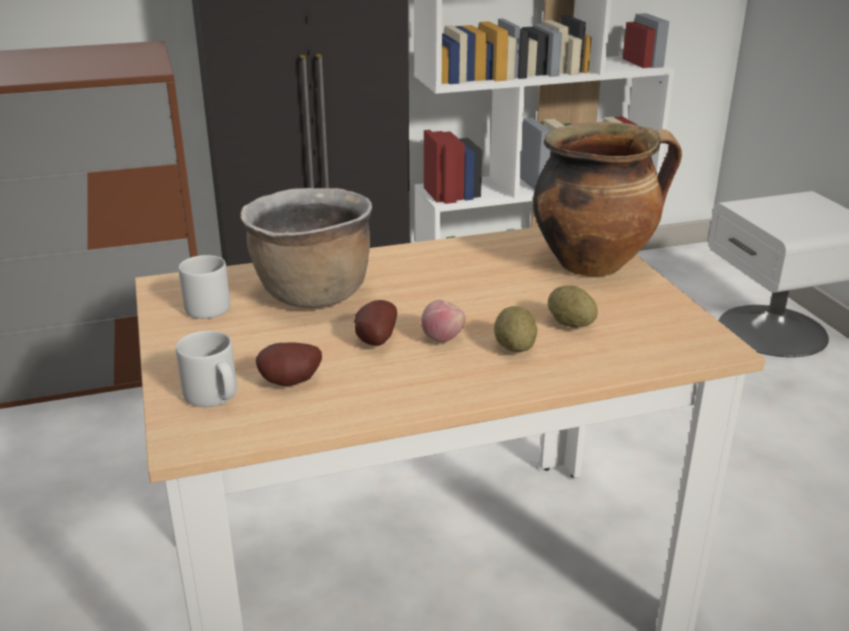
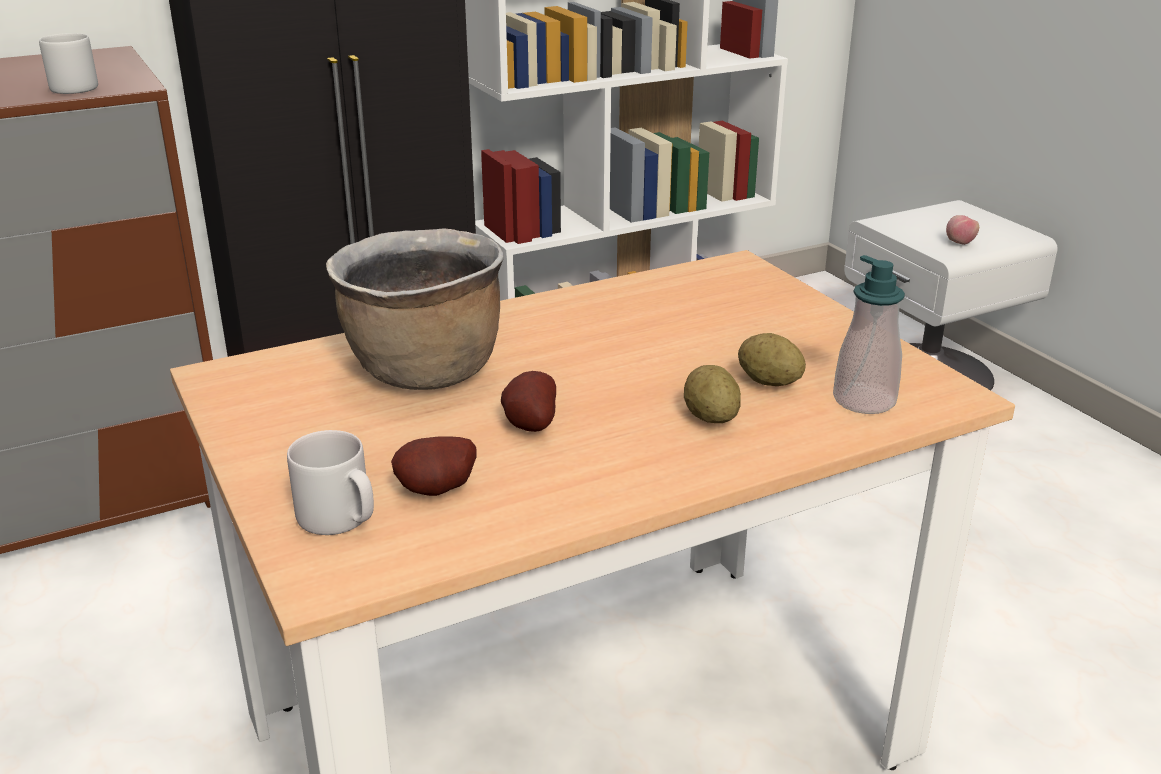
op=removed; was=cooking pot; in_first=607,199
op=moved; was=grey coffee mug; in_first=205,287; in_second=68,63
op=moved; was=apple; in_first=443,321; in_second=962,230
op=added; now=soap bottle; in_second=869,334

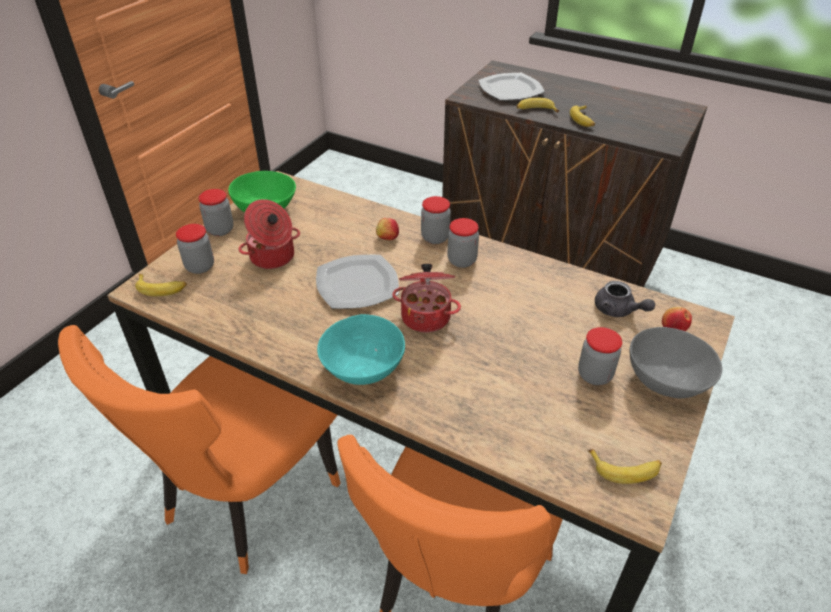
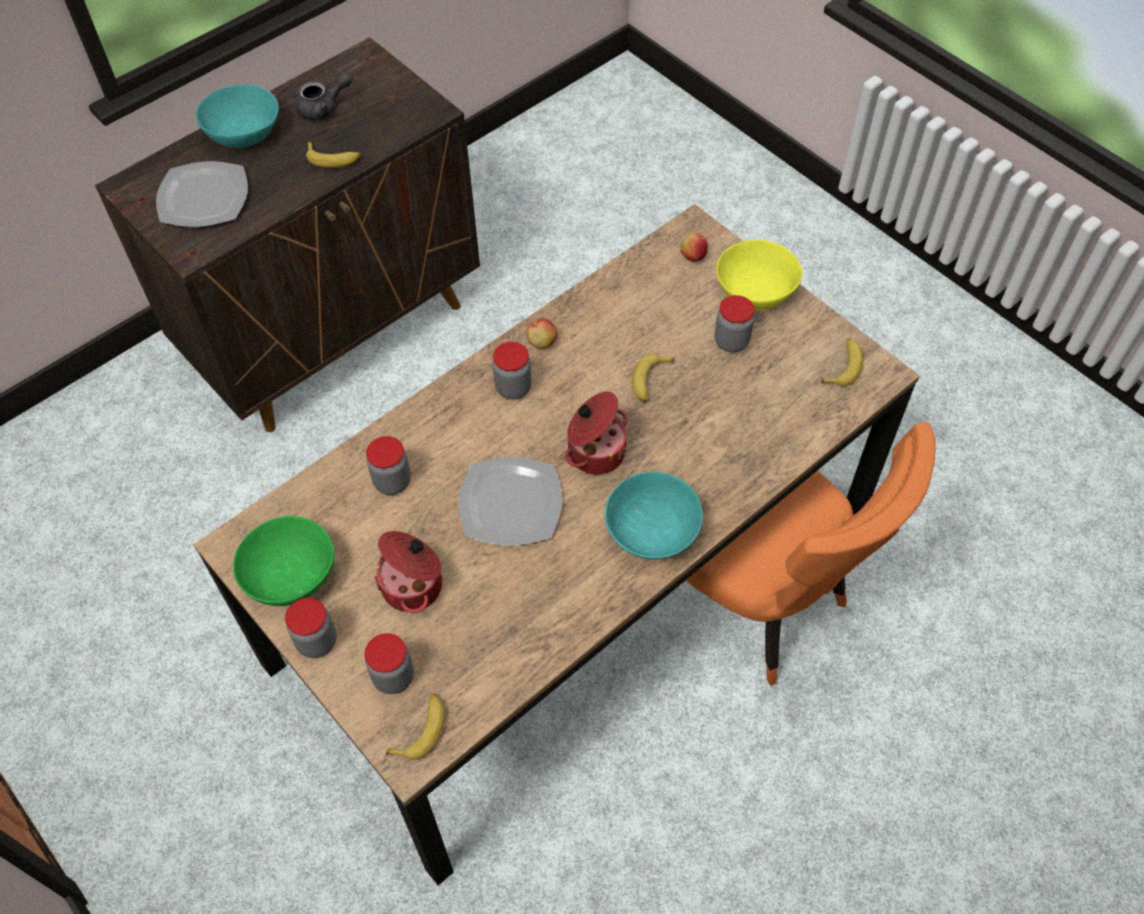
op=moved; was=banana; in_first=537,105; in_second=653,378
op=moved; was=jar; in_first=436,220; in_second=388,465
op=moved; was=apple; in_first=387,229; in_second=542,334
op=moved; was=grey teapot; in_first=625,299; in_second=323,96
op=removed; was=orange-coloured upright chair; in_first=199,449
op=recoloured; was=grey serving bowl; now=yellow-coloured serving bowl; in_first=676,363; in_second=759,275
op=added; now=turquoise-coloured serving bowl; in_second=237,116

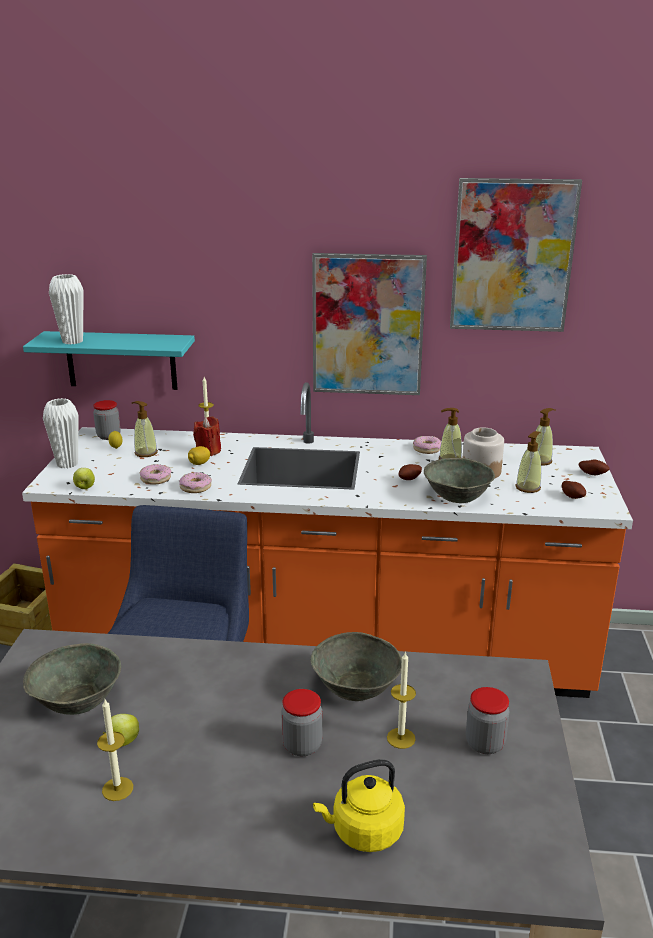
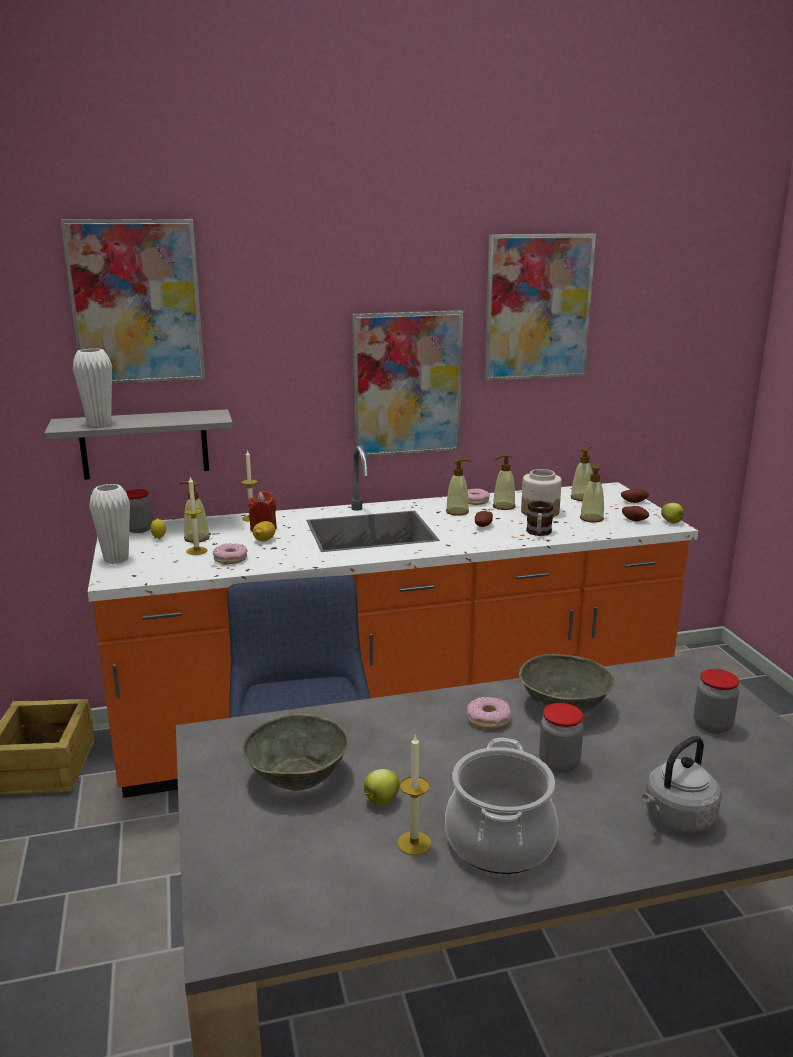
op=recoloured; was=turquoise-coloured bracket shelf; now=grey bracket shelf; in_first=109,360; in_second=138,444
op=replaced; was=grey serving bowl; now=coffee mug; in_first=459,480; in_second=539,518
op=moved; was=apple; in_first=84,478; in_second=672,513
op=moved; was=ring doughnut; in_first=195,482; in_second=489,713
op=moved; was=wax candle; in_first=401,700; in_second=196,515
op=recoloured; was=yellow-coloured water kettle; now=grey water kettle; in_first=359,805; in_second=682,784
op=added; now=wall art; in_second=133,301
op=added; now=soap bottle; in_second=458,487
op=added; now=cooking pot; in_second=501,806

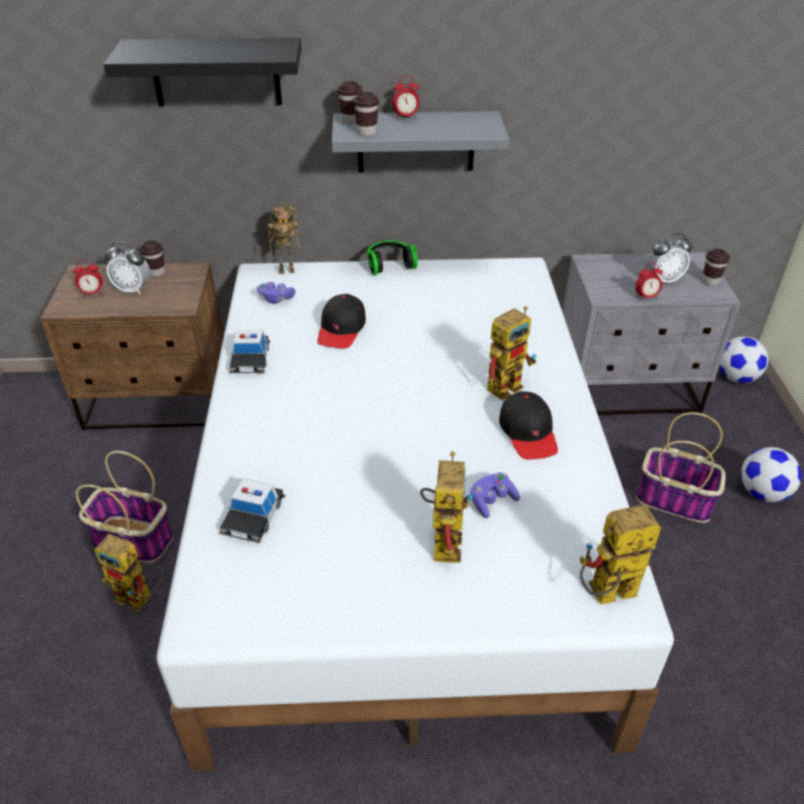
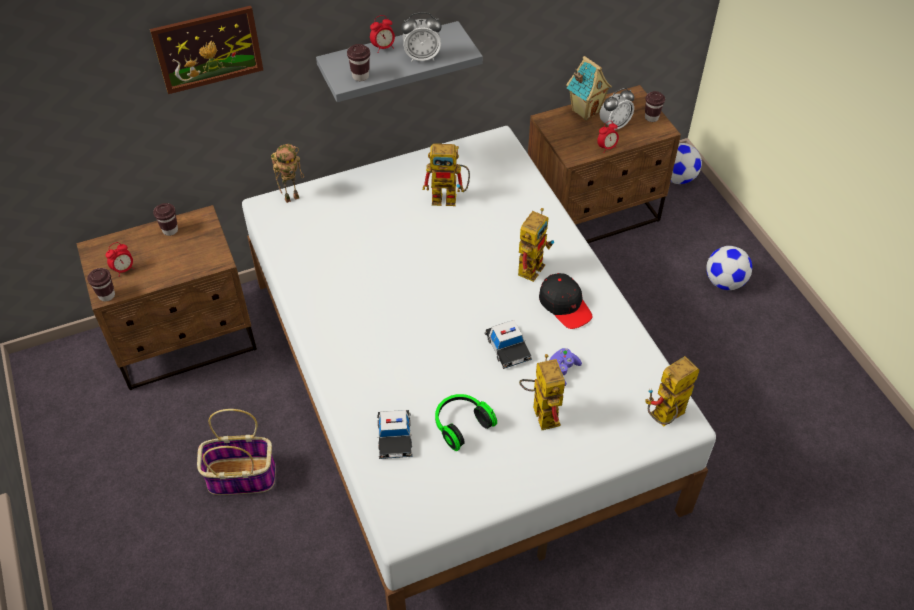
op=replaced; was=black-coloured bracket shelf; now=wall art; in_first=202,72; in_second=206,50
op=moved; was=brown-coloured cup; in_first=349,102; in_second=101,284
op=moved; was=pair of headphones; in_first=392,258; in_second=466,422
op=moved; was=alarm clock; in_first=127,268; in_second=421,37
op=recoloured; was=grey night table; now=brown-coloured night table; in_first=651,333; in_second=604,164
op=removed; was=purple joypad; in_first=276,293
op=removed; was=black-coloured baseball cap; in_first=341,321
op=moved; was=toy car; in_first=249,351; in_second=508,344
op=removed; was=household basket; in_first=681,467
op=moved; was=toy robot; in_first=129,573; in_second=446,175
op=added; now=miniature house; in_second=589,88

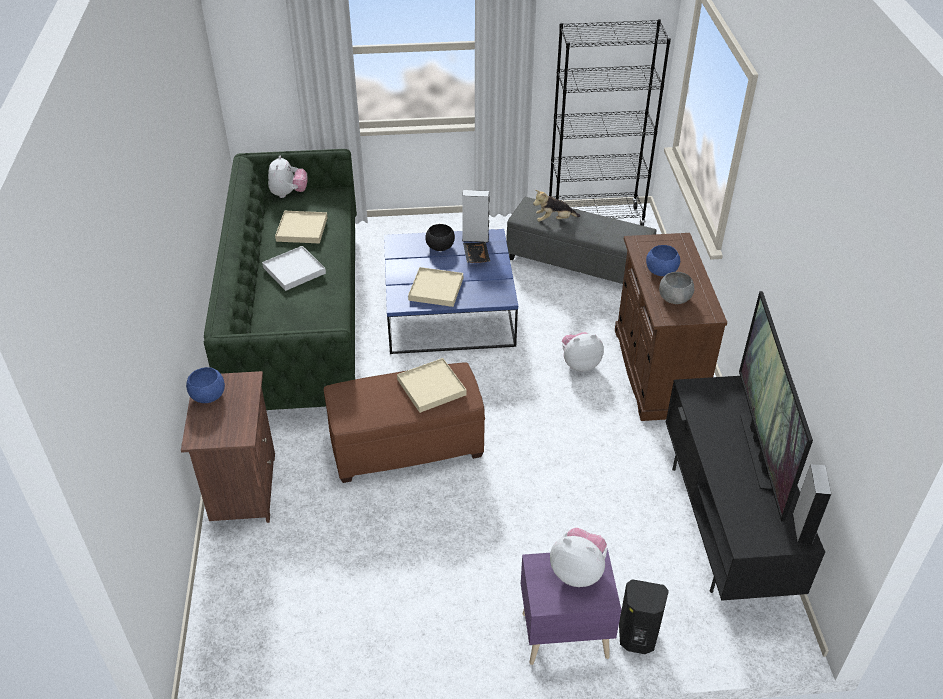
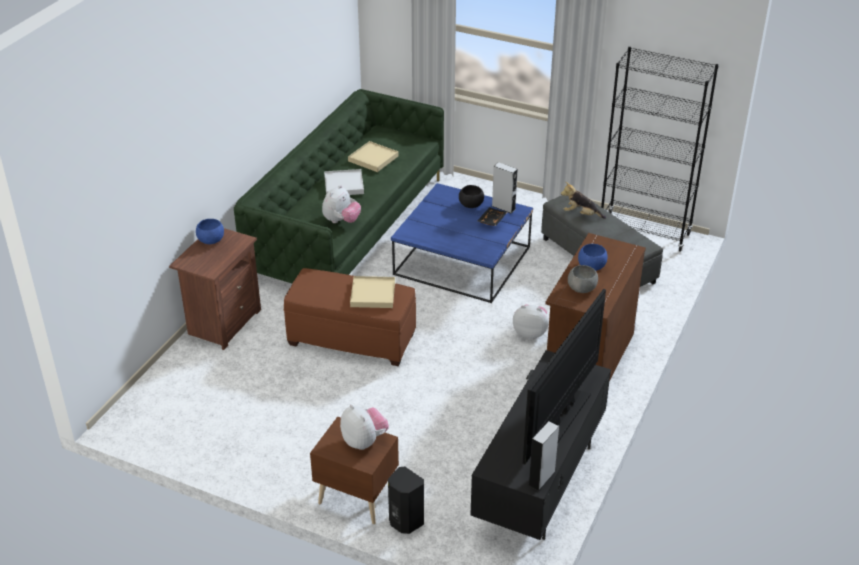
op=moved; was=cuddly toy; in_first=288,177; in_second=341,204
op=removed; was=beige-coloured tray; in_first=435,287
op=recoloured; was=purple night table; now=brown-coloured night table; in_first=571,606; in_second=354,470

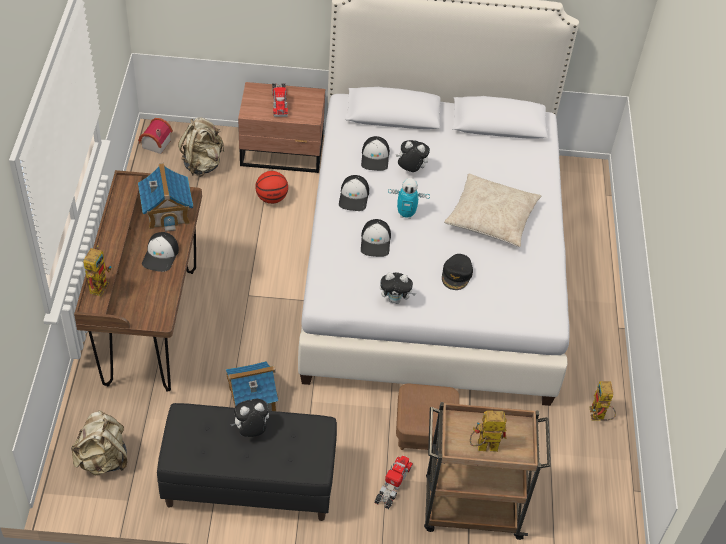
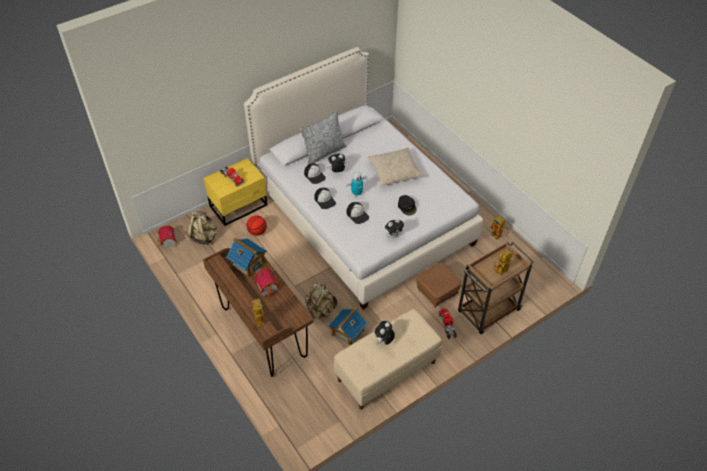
op=recoloured; was=brown-coloured night table; now=yellow-coloured night table; in_first=281,127; in_second=235,192
op=replaced; was=baseball cap; now=miniature house; in_first=160,252; in_second=267,282
op=recoloured; was=black-coloured bench; now=beige-coloured bench; in_first=247,462; in_second=388,359
op=moved; was=beige-coloured backpack; in_first=99,442; in_second=320,301
op=added; now=pillow; in_second=322,138

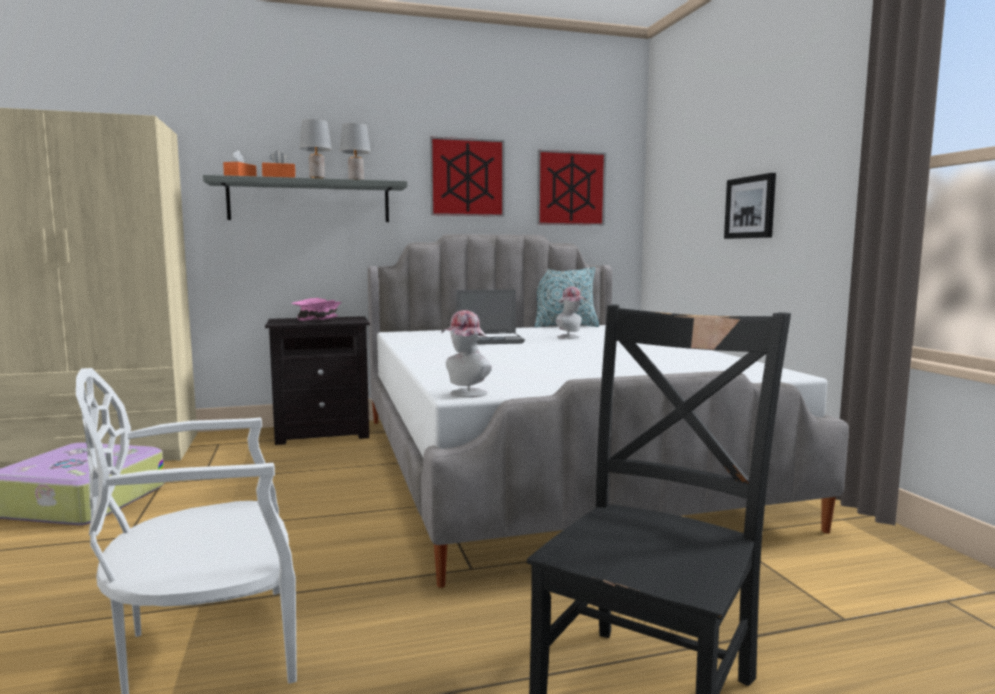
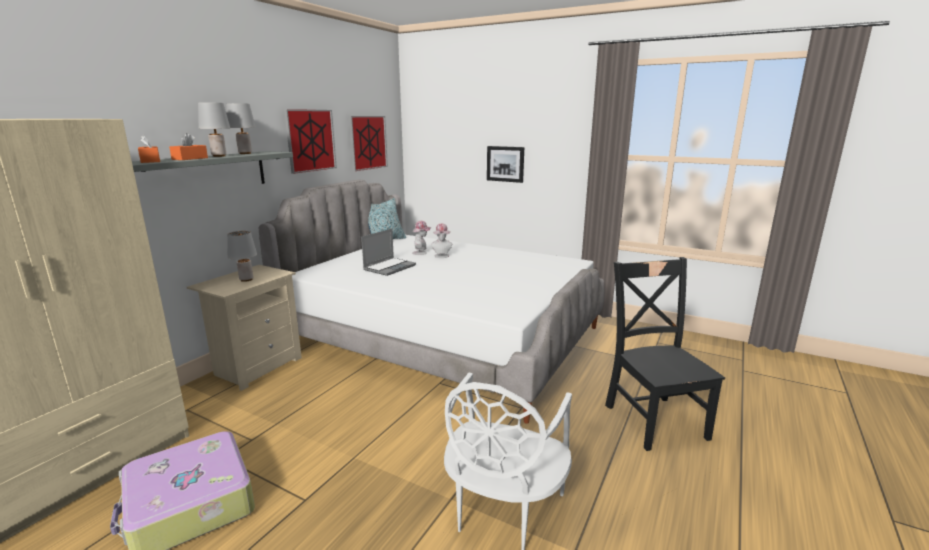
op=replaced; was=pink-coloured serving bowl; now=grey lamp for a table; in_first=317,309; in_second=242,256
op=moved; was=hat; in_first=466,354; in_second=441,240
op=recoloured; was=black-coloured night table; now=beige-coloured night table; in_first=317,380; in_second=244,328

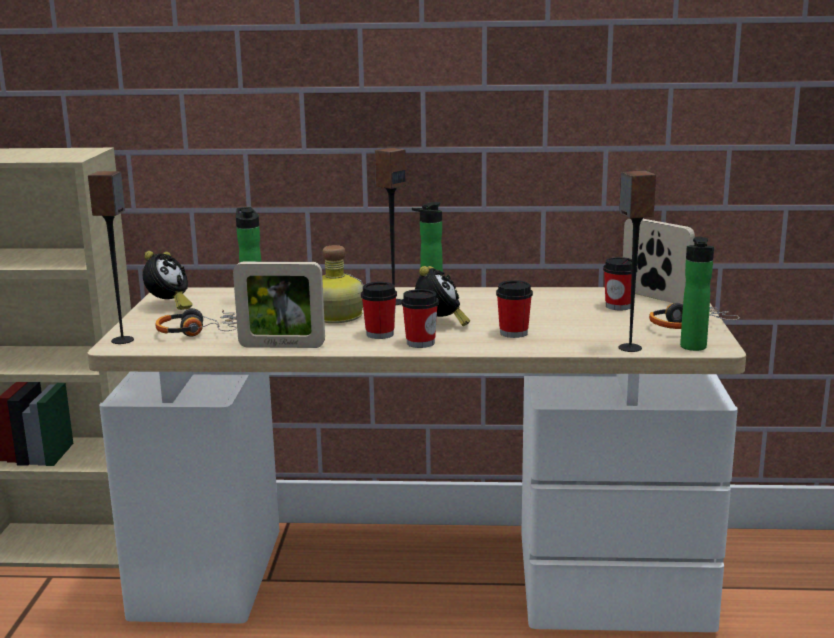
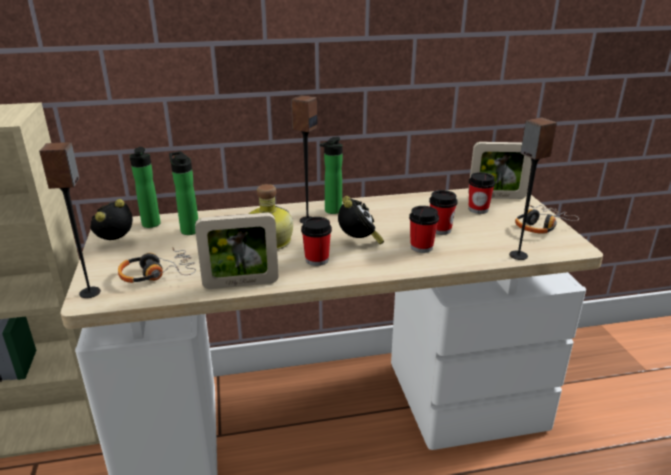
op=turned; was=standing frame; in_first=659,261; in_second=500,170; clockwise=150
op=moved; was=drink bottle; in_first=697,293; in_second=145,187
op=turned; was=alarm clock; in_first=168,280; in_second=111,219; clockwise=-150
op=moved; was=cup; in_first=420,318; in_second=443,212

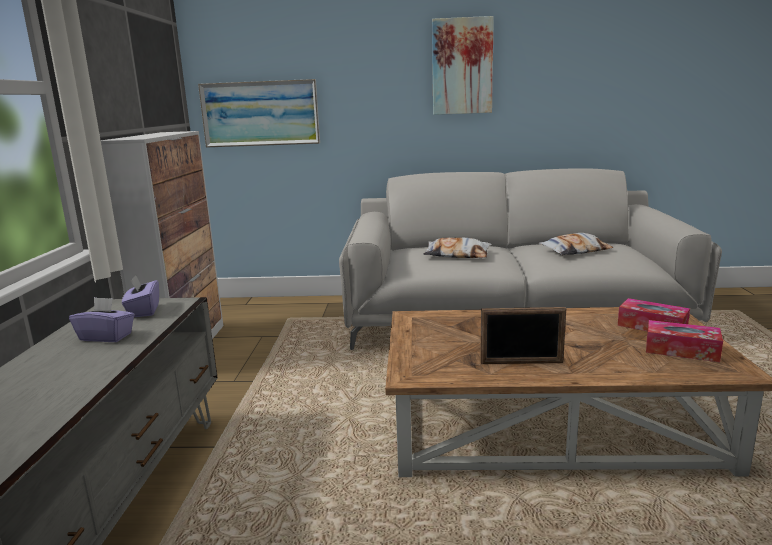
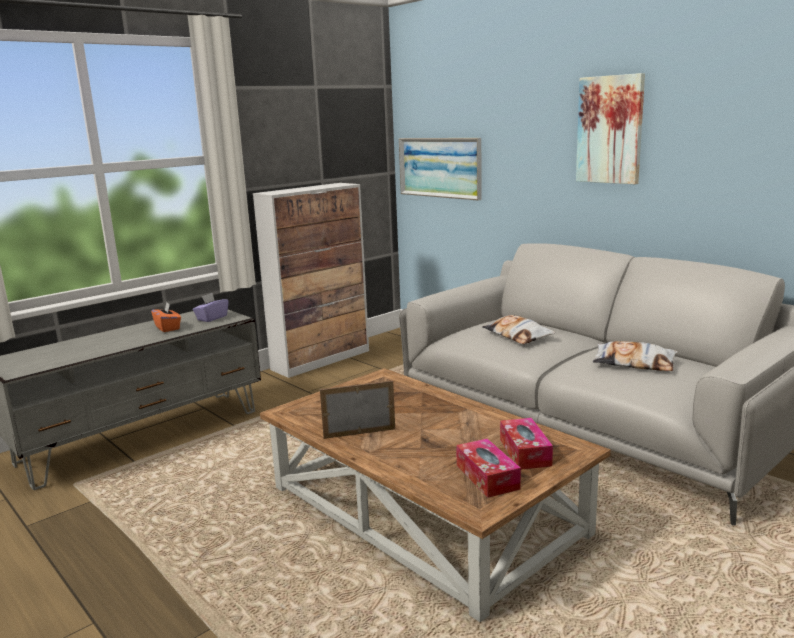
op=recoloured; was=purple tissue box; now=orange-coloured tissue box; in_first=102,319; in_second=166,317
op=turned; was=standing frame; in_first=523,335; in_second=357,409; clockwise=120

